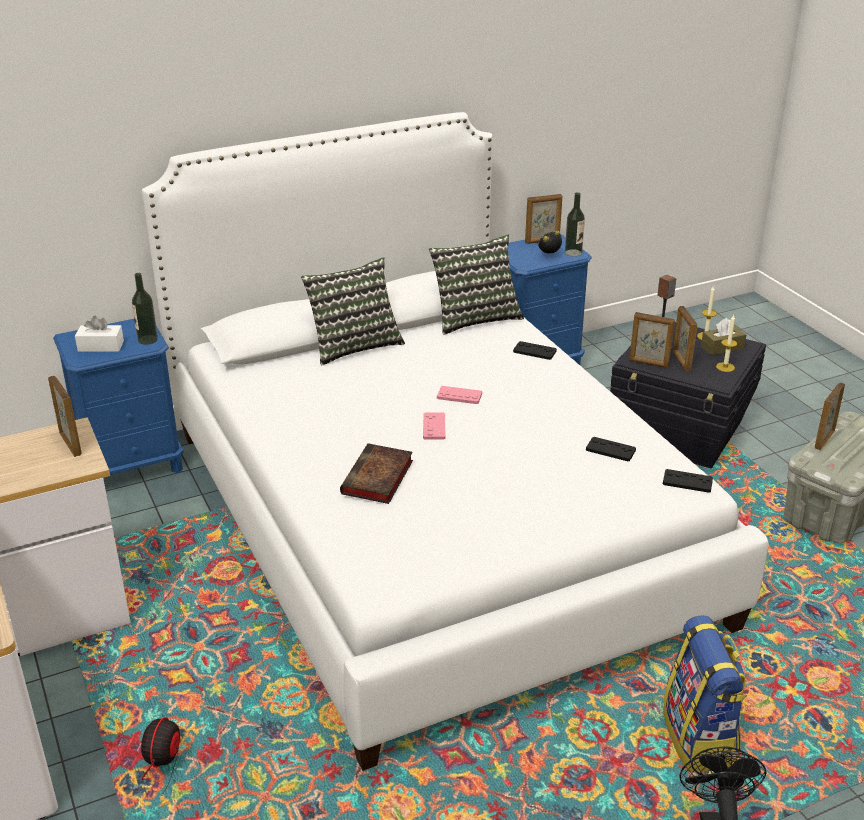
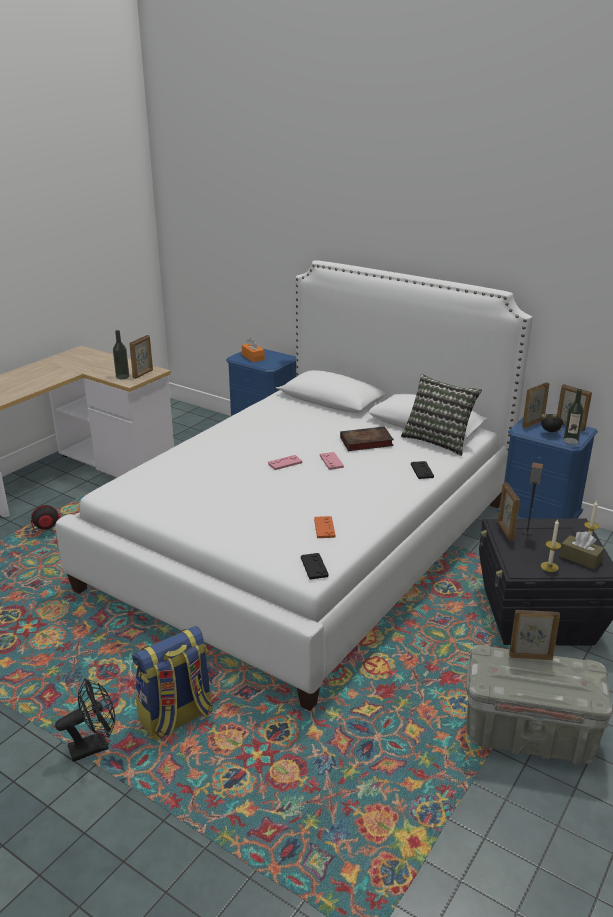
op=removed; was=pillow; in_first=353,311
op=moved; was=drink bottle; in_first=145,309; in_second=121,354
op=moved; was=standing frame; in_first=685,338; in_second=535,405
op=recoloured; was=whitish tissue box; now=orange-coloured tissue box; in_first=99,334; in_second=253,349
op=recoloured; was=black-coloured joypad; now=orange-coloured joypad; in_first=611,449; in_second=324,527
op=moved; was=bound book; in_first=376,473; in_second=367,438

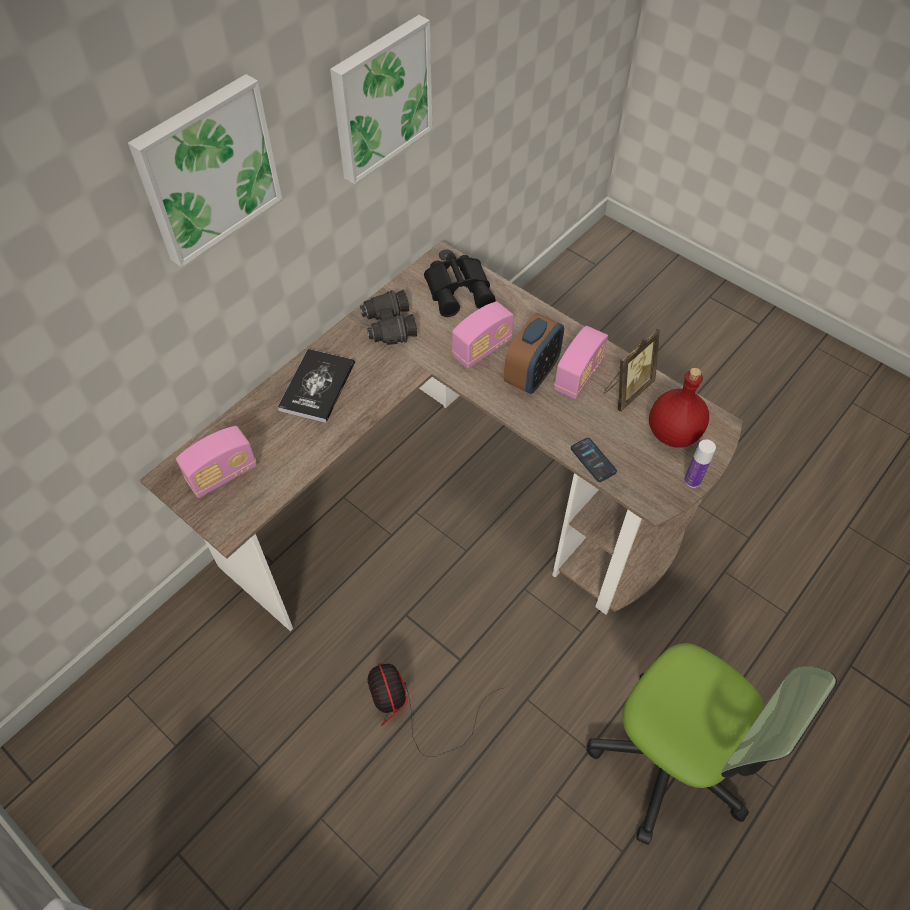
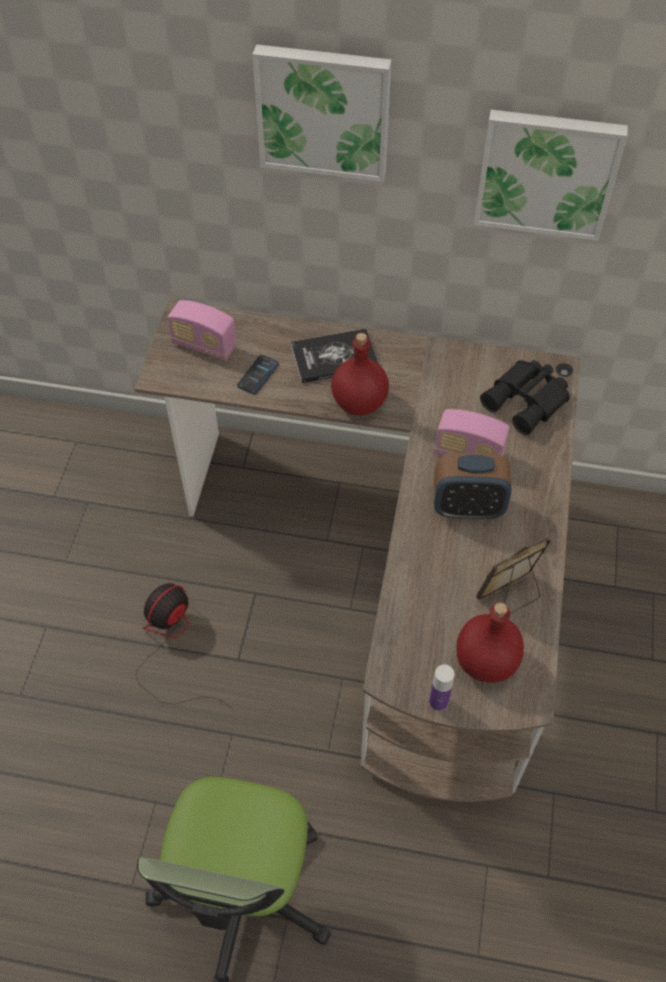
op=removed; was=black-coloured binoculars; in_first=388,317
op=removed; was=radio receiver; in_first=581,362
op=turned; was=standing frame; in_first=631,370; in_second=513,575; clockwise=135
op=moved; was=handset; in_first=594,460; in_second=258,375
op=added; now=reddish drink bottle; in_second=360,374

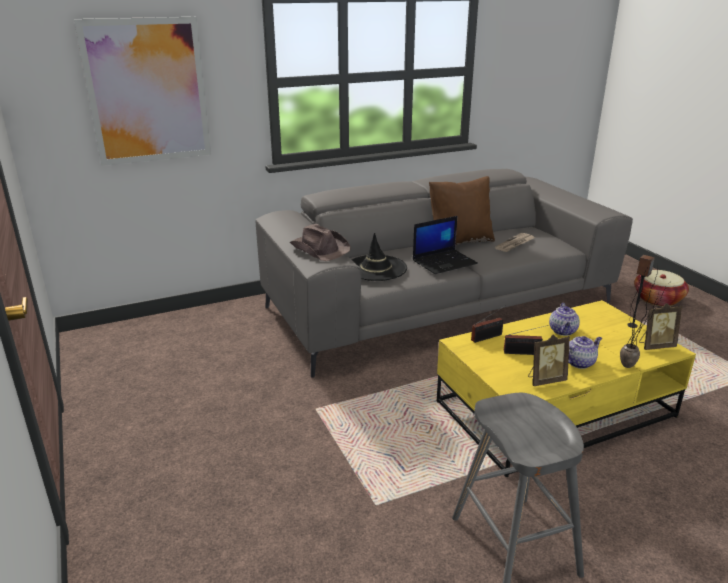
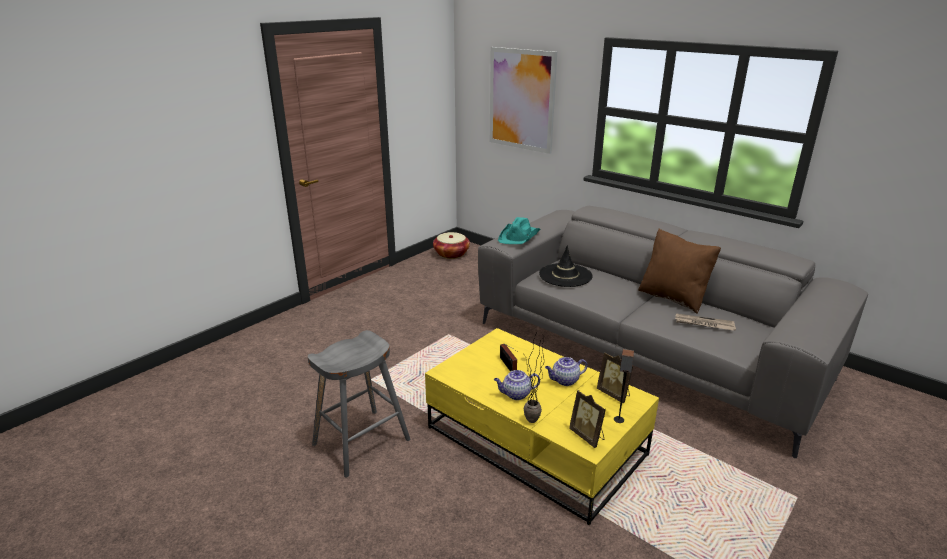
op=removed; was=portable computer; in_first=445,245
op=recoloured; was=brown-coloured hat; now=turquoise-coloured hat; in_first=320,242; in_second=519,230
op=moved; was=household basket; in_first=661,288; in_second=451,245
op=removed; was=radio receiver; in_first=488,324
op=moved; was=standing frame; in_first=549,360; in_second=615,377
op=turned; was=teapot; in_first=585,352; in_second=517,385; clockwise=135

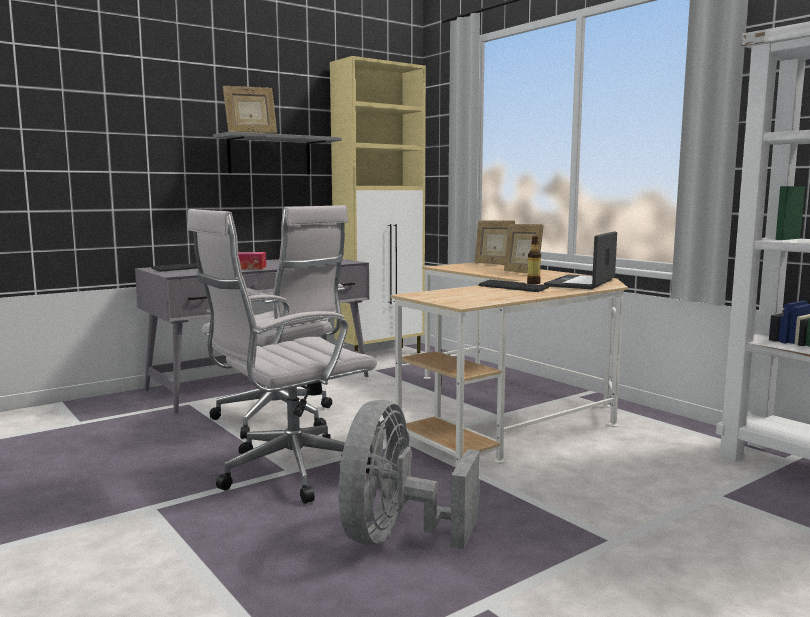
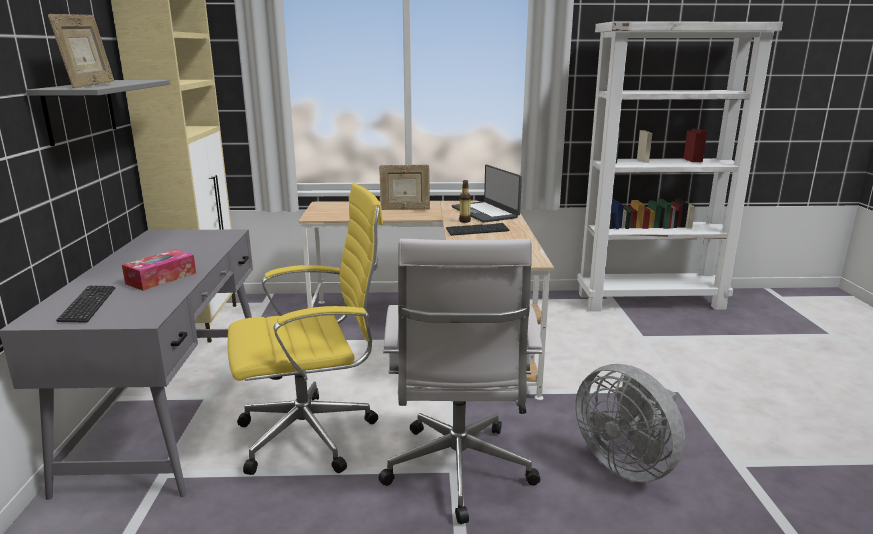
op=recoloured; was=whitish office chair; now=yellow-coloured office chair; in_first=275,322; in_second=305,329
op=removed; was=standing frame; in_first=495,242

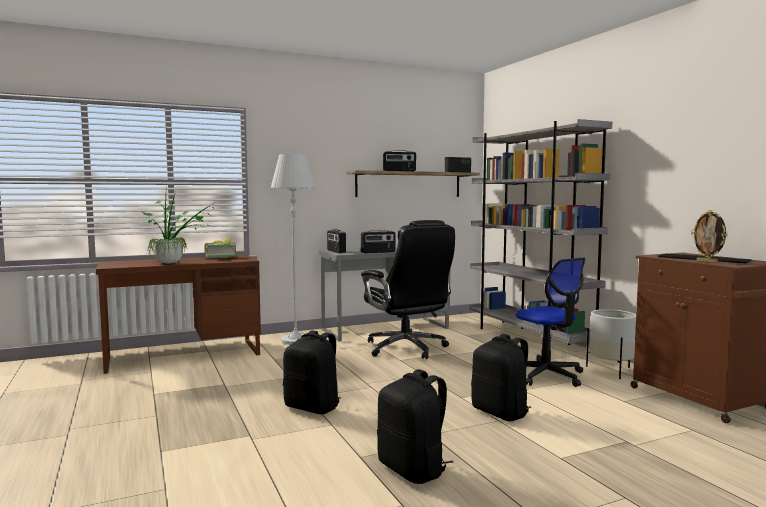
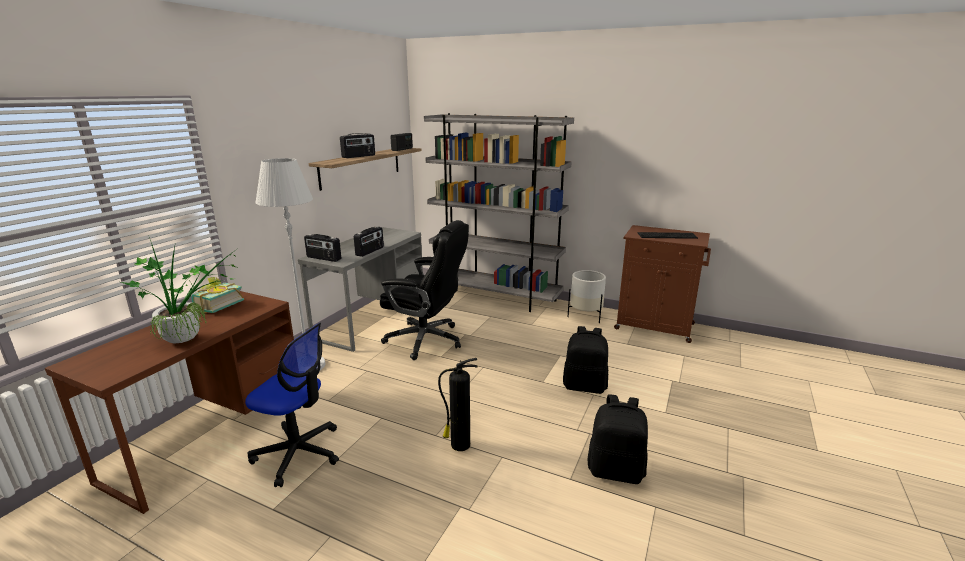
op=removed; was=standing frame; in_first=709,236
op=moved; was=office chair; in_first=550,322; in_second=292,405
op=replaced; was=black-coloured backpack; now=extinguisher; in_first=312,372; in_second=458,404

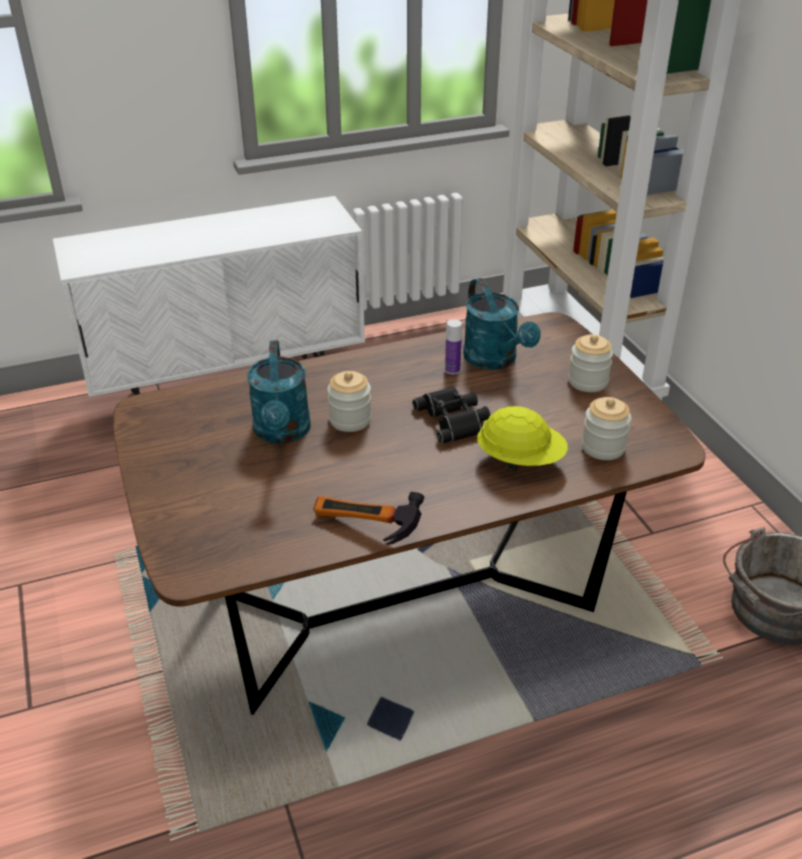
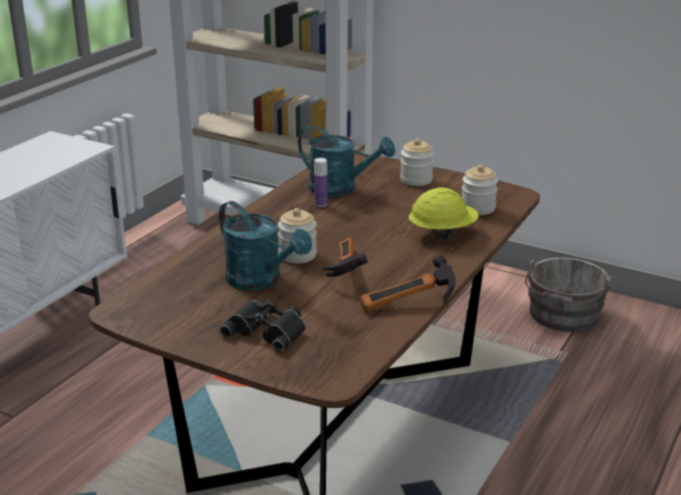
op=moved; was=black-coloured binoculars; in_first=451,415; in_second=263,326
op=added; now=hammer; in_second=345,257

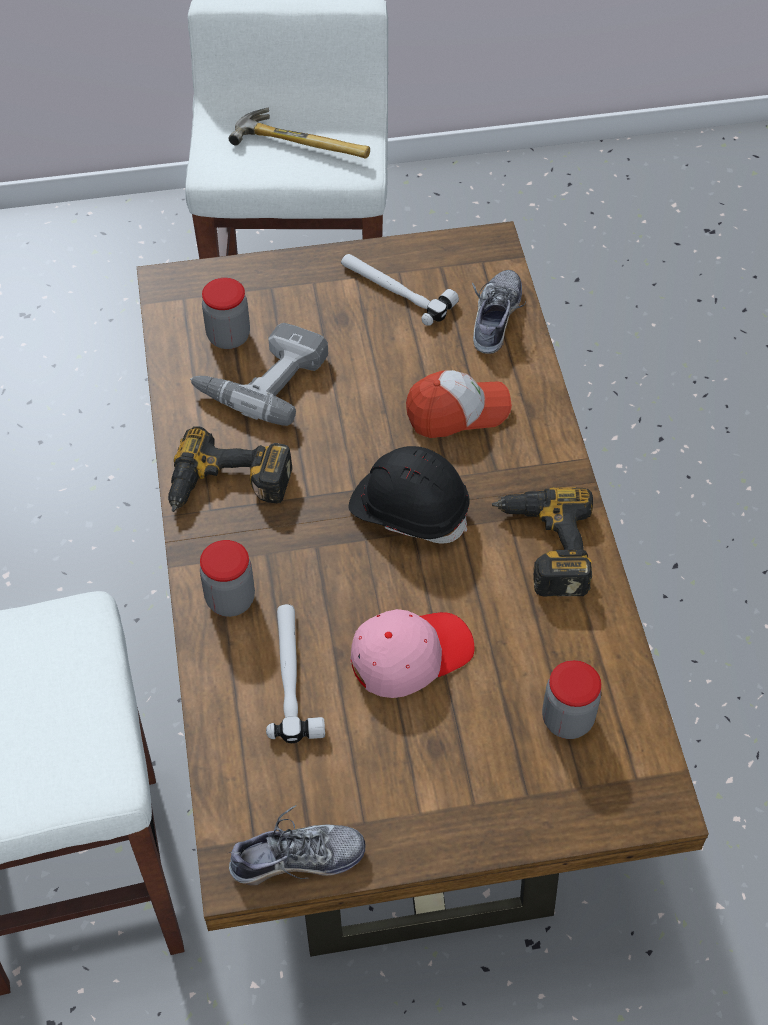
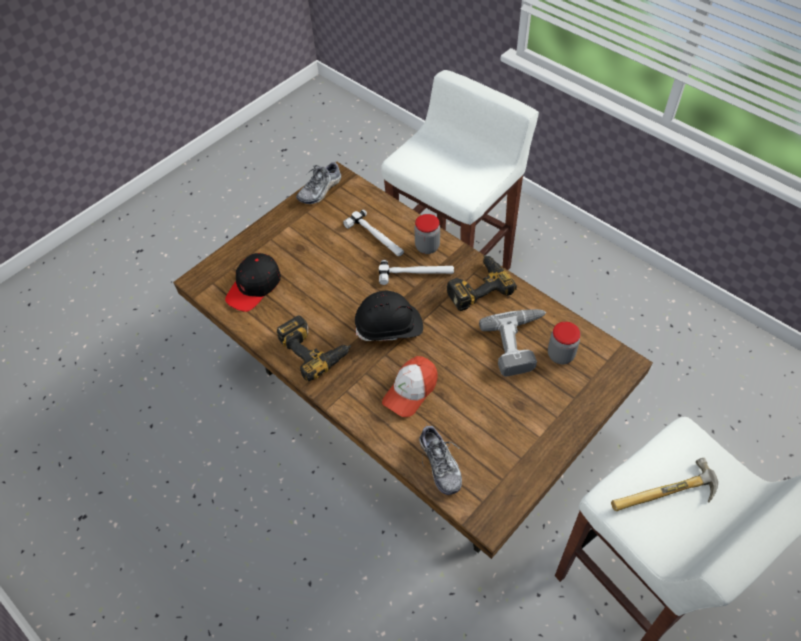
op=moved; was=hammer; in_first=400,290; in_second=416,272
op=removed; was=pink-coloured baseball cap; in_first=412,653
op=replaced; was=jar; now=black-coloured baseball cap; in_first=571,699; in_second=253,282

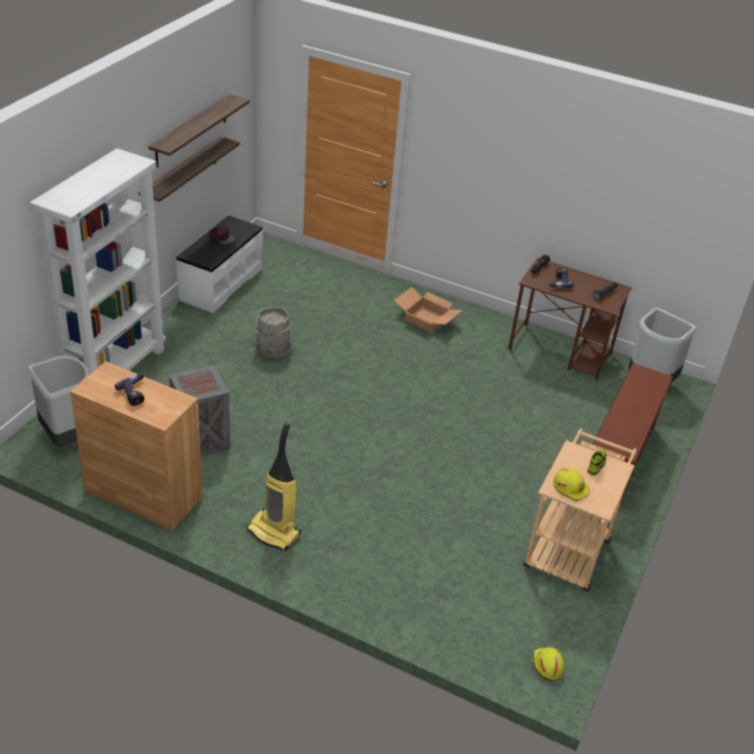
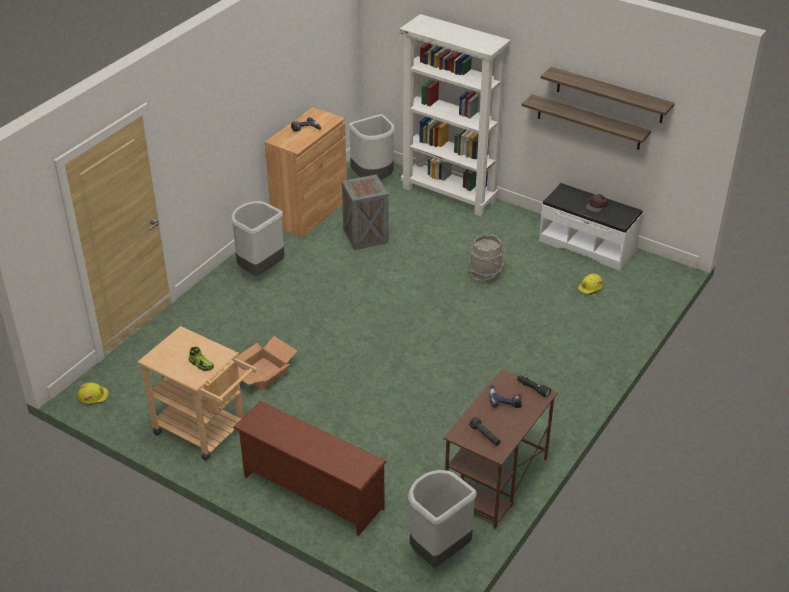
op=moved; was=cardboard box; in_first=428,310; in_second=267,363
op=replaced; was=vacuum cleaner; now=grey waste bin; in_first=273,487; in_second=258,238
op=moved; was=yellow-coloured hard hat; in_first=571,484; in_second=591,285

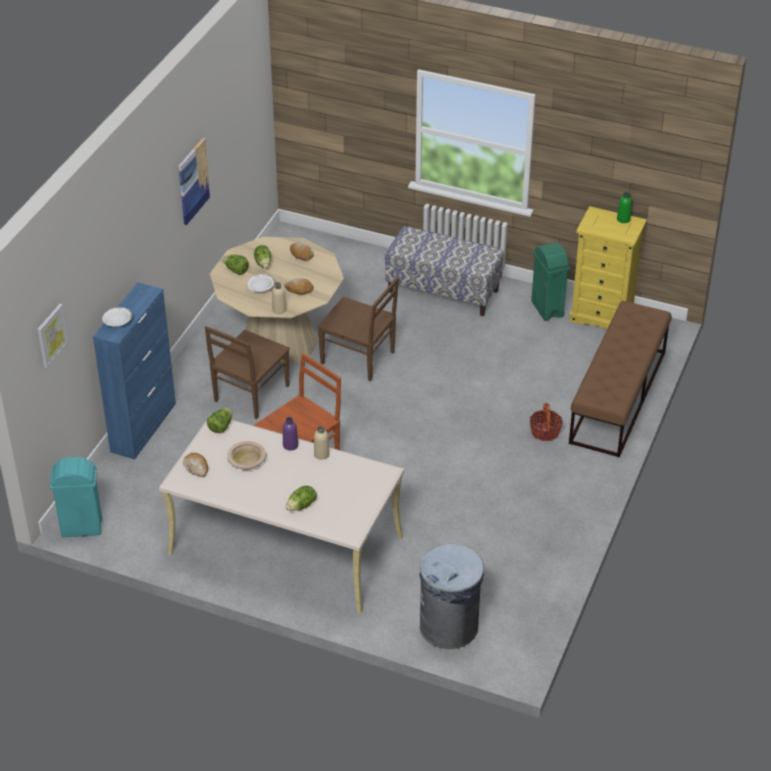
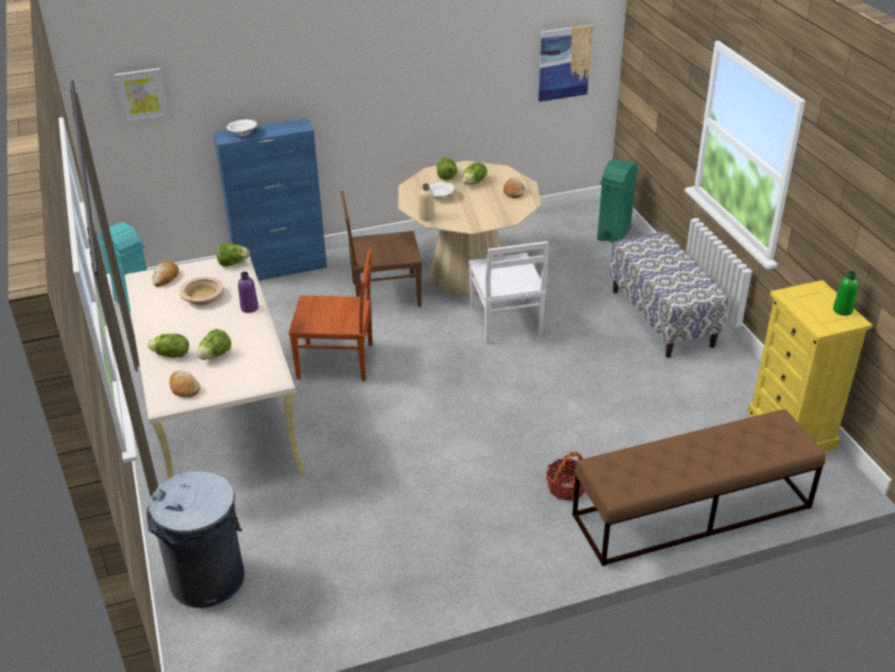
op=moved; was=wall art; in_first=194,181; in_second=565,63
op=moved; was=green waste bin; in_first=550,281; in_second=617,201
op=recoloured; was=brown-coloured upright chair; now=whitish upright chair; in_first=358,329; in_second=508,292
op=moved; was=baked bread; in_first=298,286; in_second=185,384
op=removed; was=beige-coloured drink bottle; in_first=322,442
op=added; now=head of lettuce; in_second=214,344

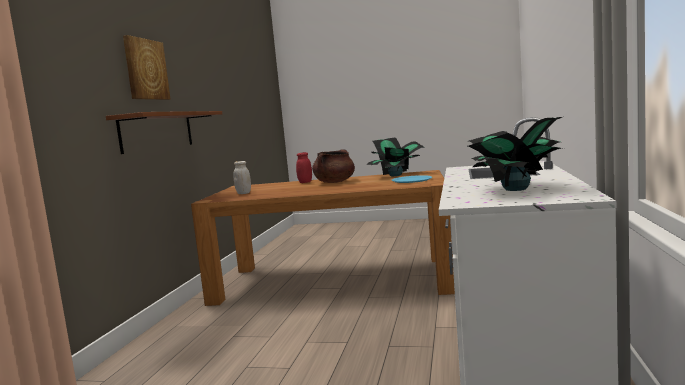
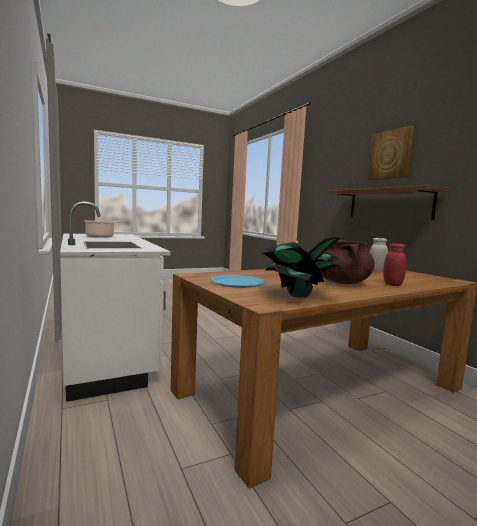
op=replaced; was=houseplant; now=cooking pot; in_first=516,154; in_second=107,229

